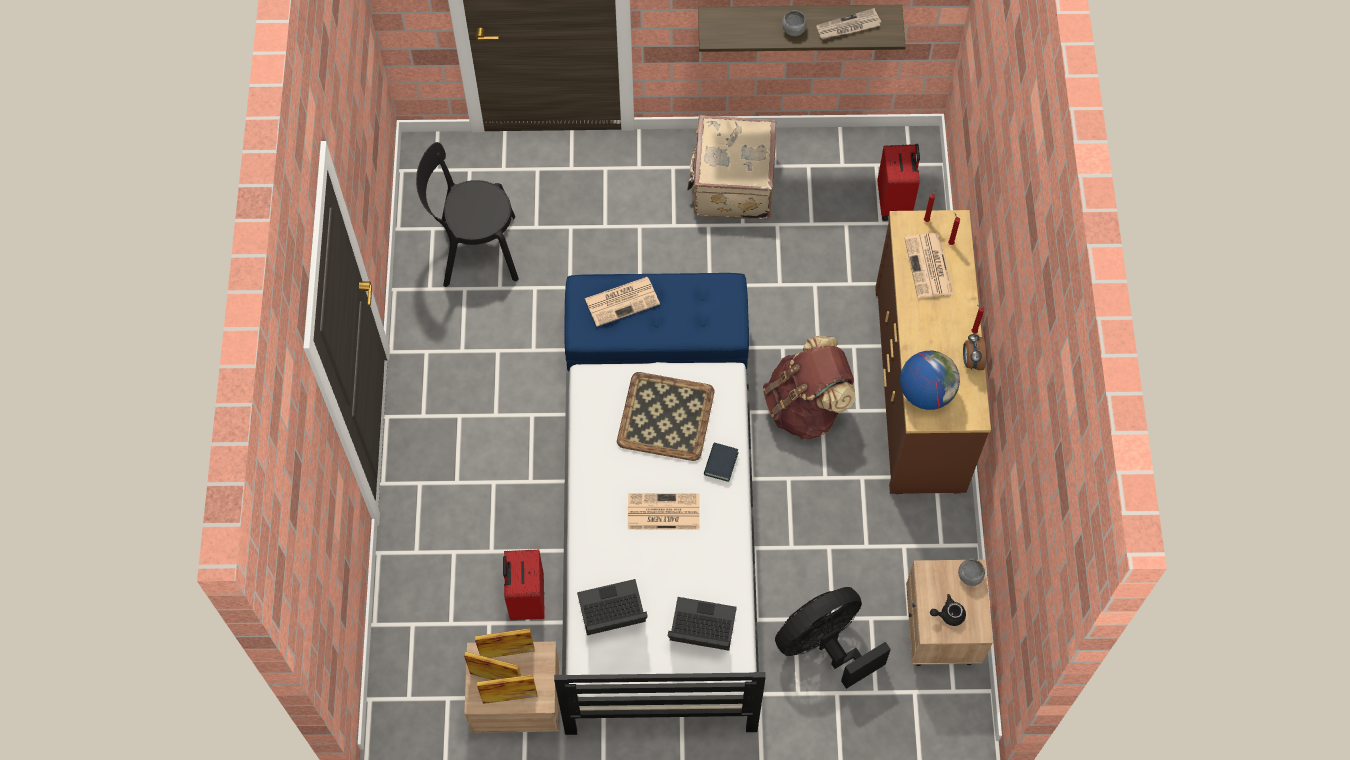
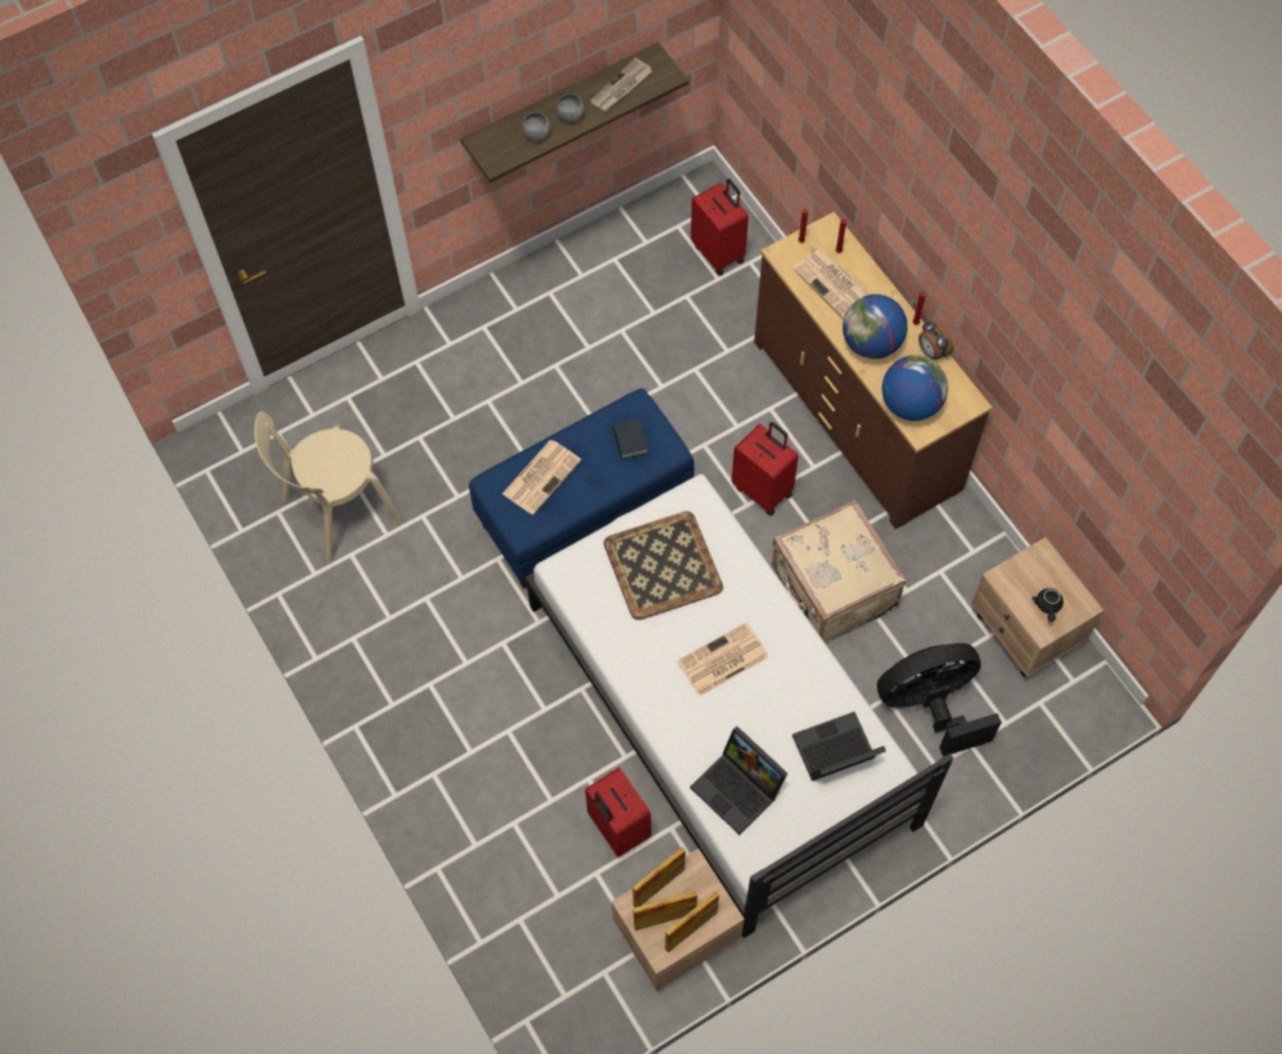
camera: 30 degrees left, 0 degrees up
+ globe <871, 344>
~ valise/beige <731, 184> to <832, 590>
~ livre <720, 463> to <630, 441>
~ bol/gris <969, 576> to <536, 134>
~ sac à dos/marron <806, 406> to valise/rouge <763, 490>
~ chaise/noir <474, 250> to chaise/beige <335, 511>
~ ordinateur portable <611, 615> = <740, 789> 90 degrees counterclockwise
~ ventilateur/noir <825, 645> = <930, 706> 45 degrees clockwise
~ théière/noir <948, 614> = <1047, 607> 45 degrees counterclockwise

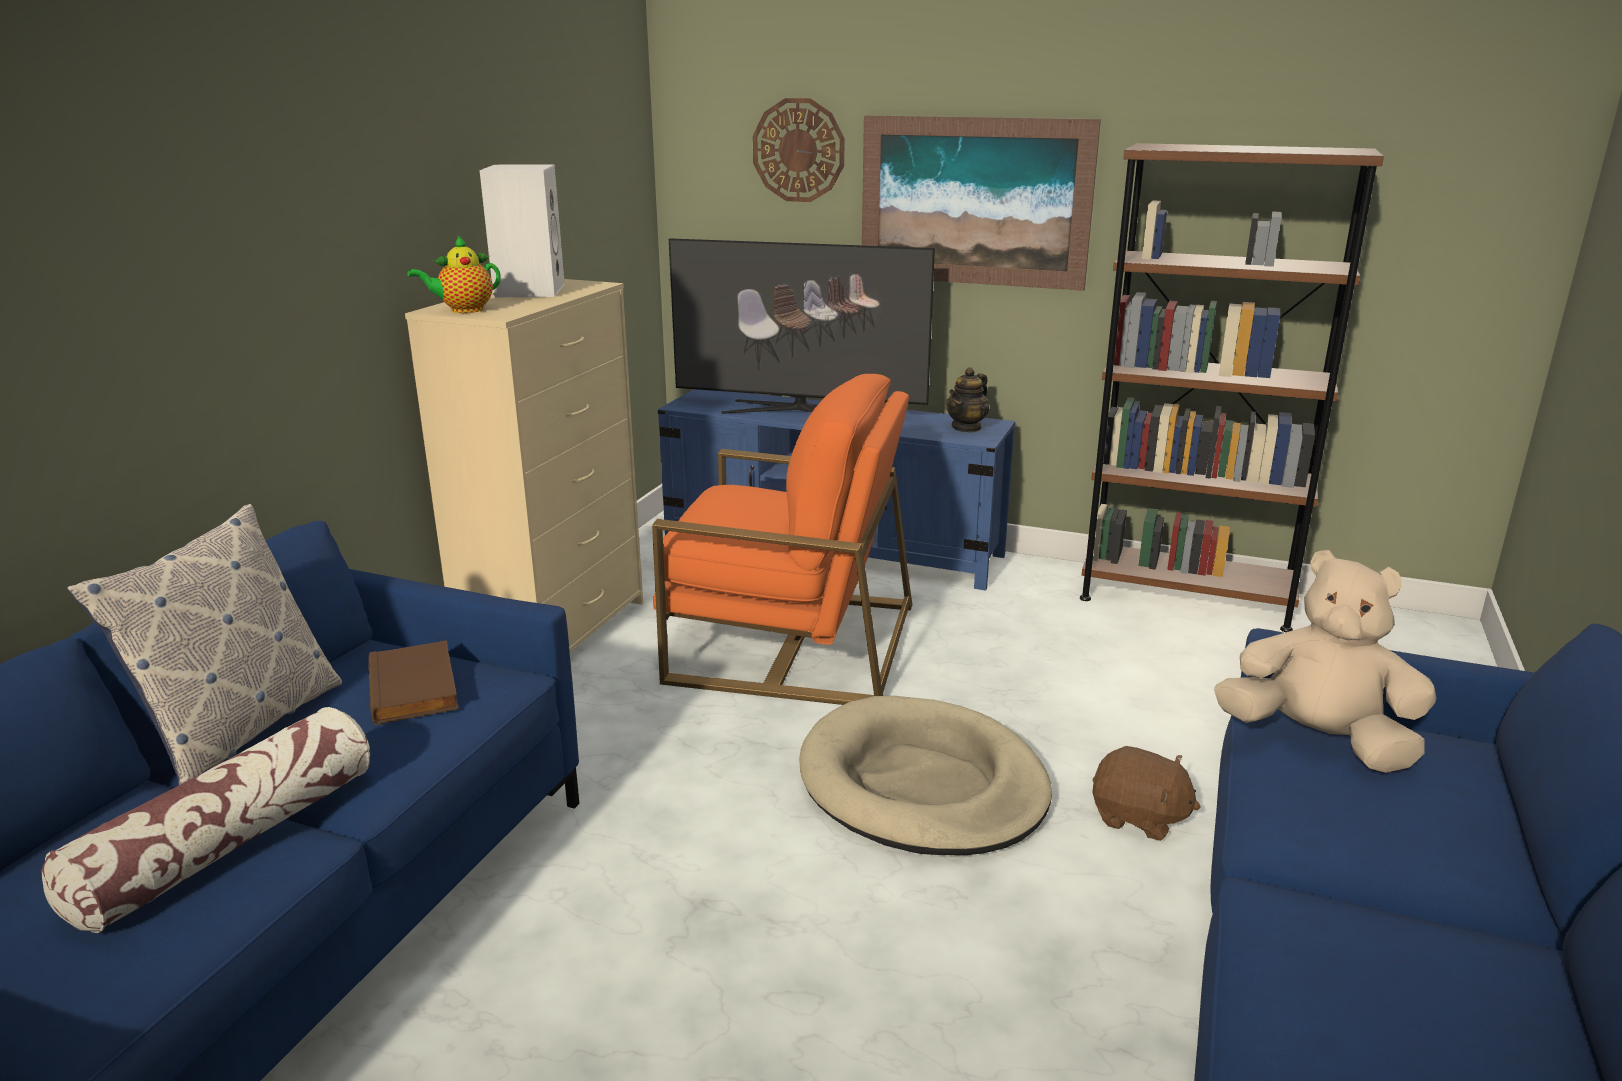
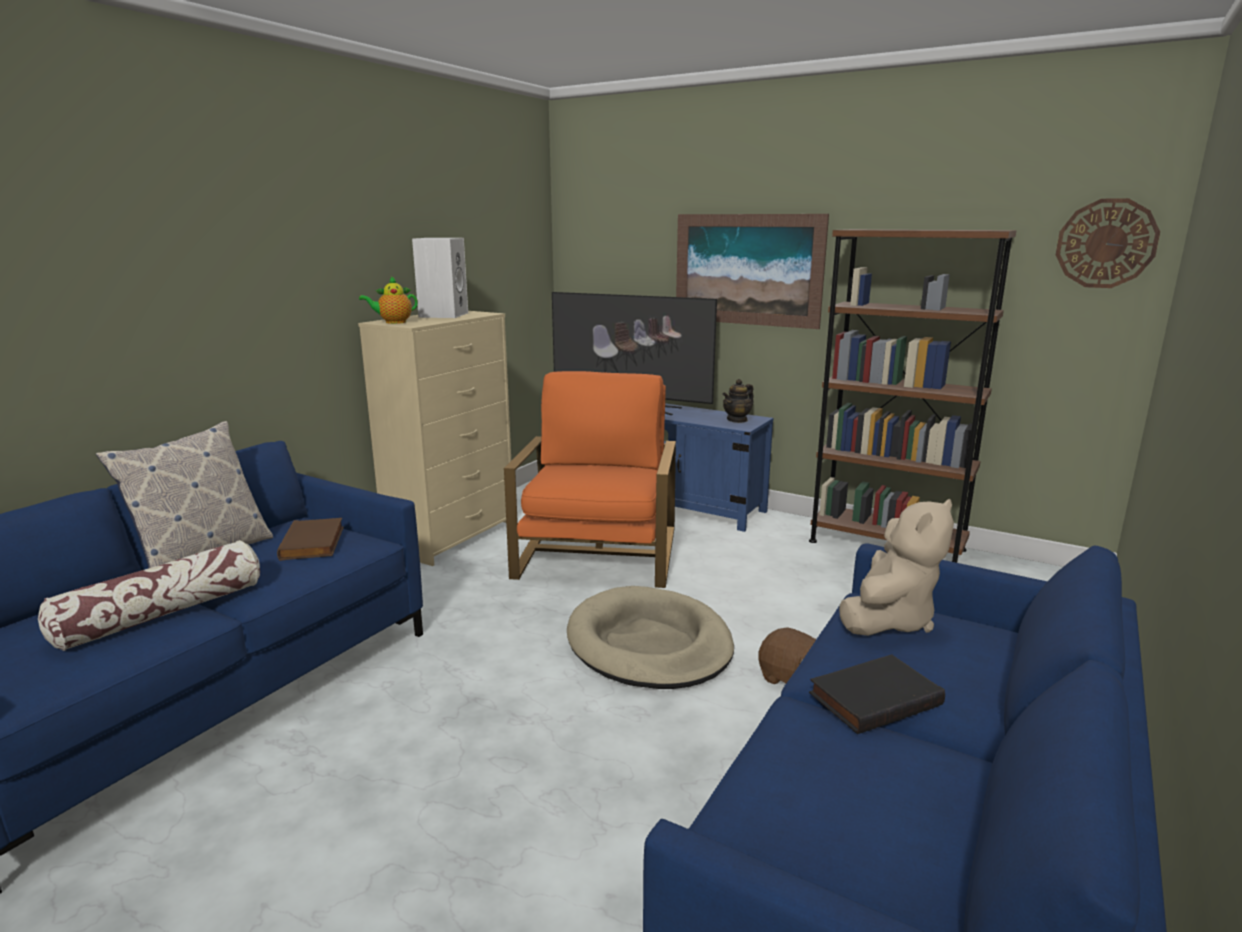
camera: 10 degrees right, 5 degrees down
+ livre/noir <873, 697>
~ horloge murale <798, 150> to <1106, 243>
~ fauteuil/orange <790, 642> = <598, 553> 105 degrees counterclockwise
~ peluche/beige <1317, 741> = <889, 620> 90 degrees clockwise

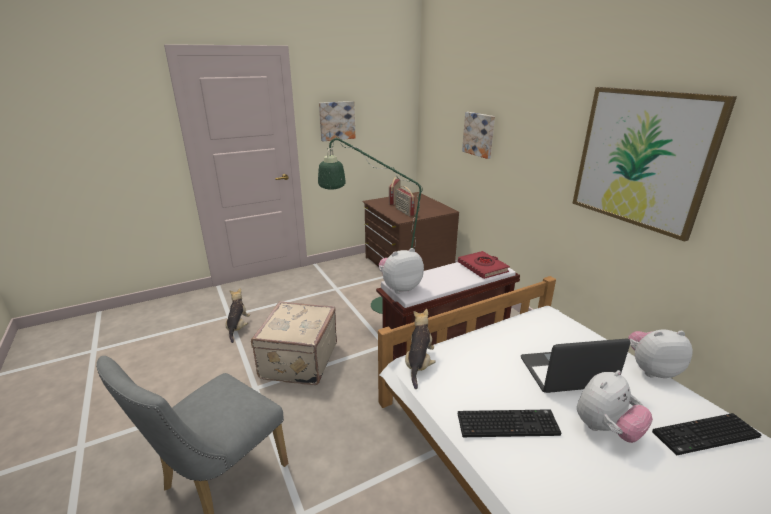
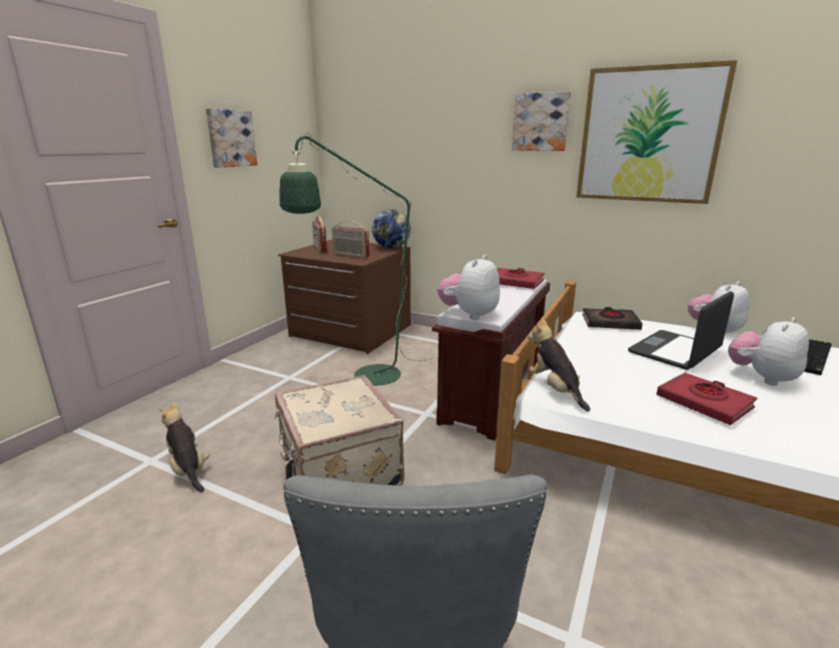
camera: 35 degrees left, 5 degrees down
+ globe <391, 247>
+ livre/noir <610, 323>
~ tableau <479, 134> to <541, 122>
~ clavier <508, 423> to livre/rouge <704, 402>
~ peluche <605, 429> = <762, 378> 150 degrees counterclockwise

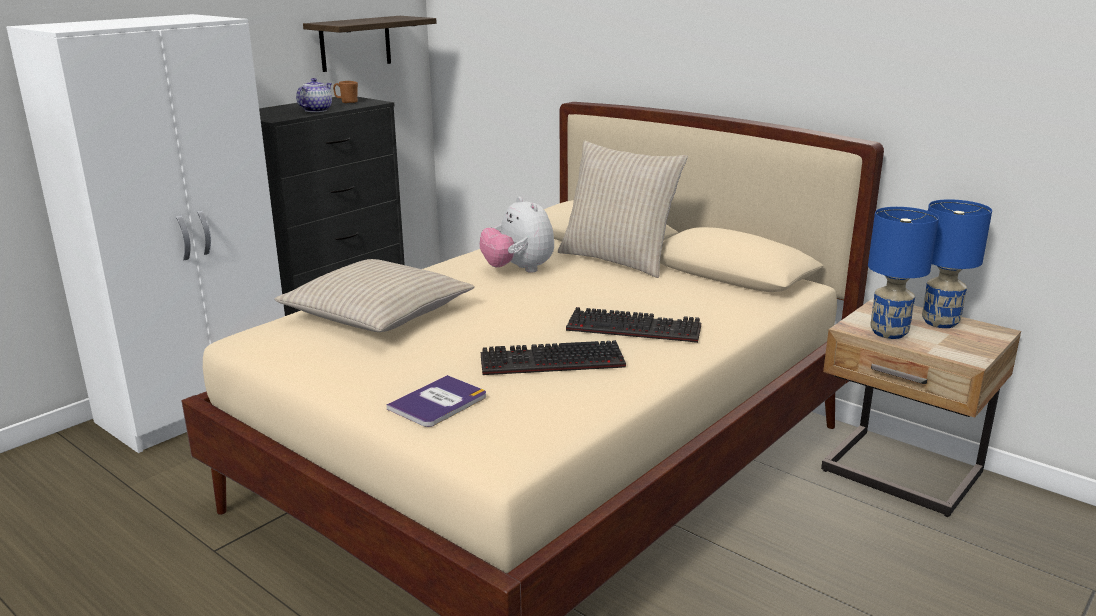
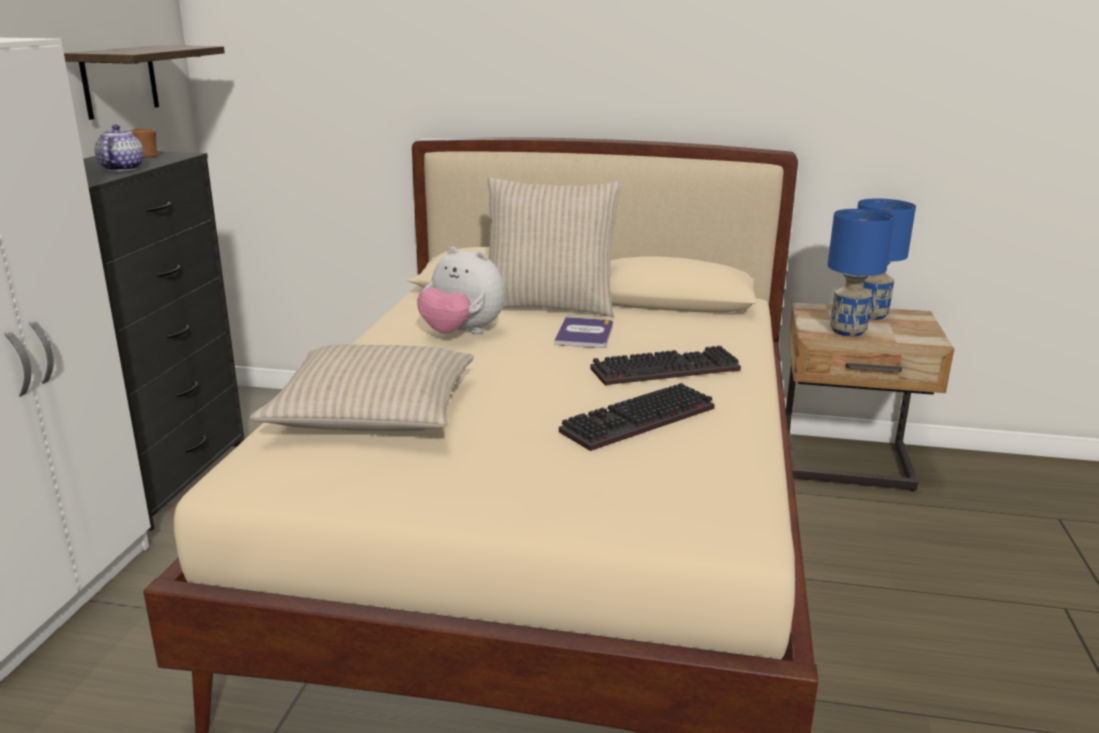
camera: 30 degrees left, 0 degrees up
~ livre <438, 403> to <584, 334>

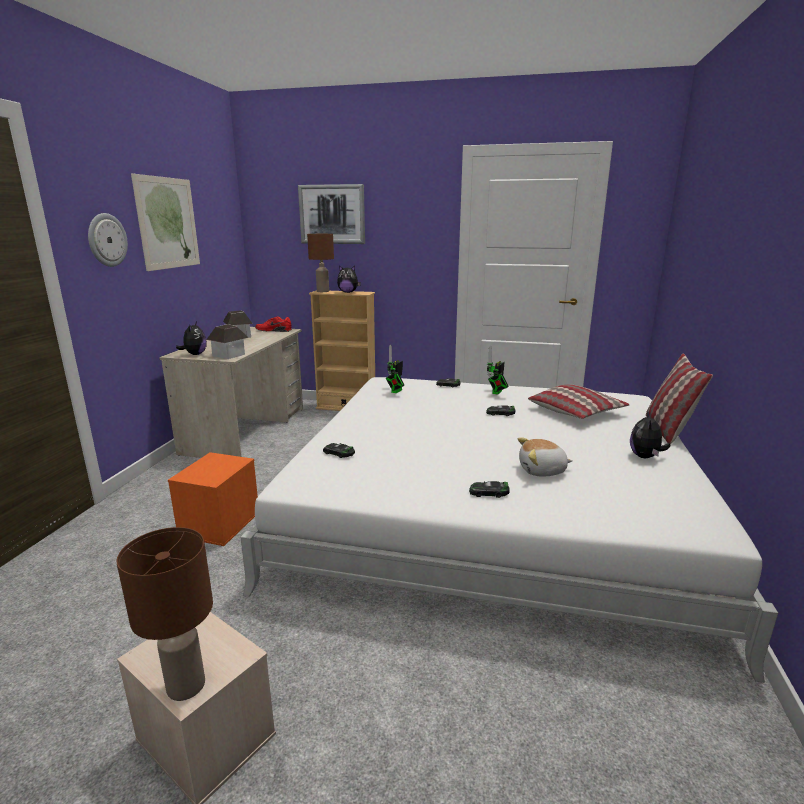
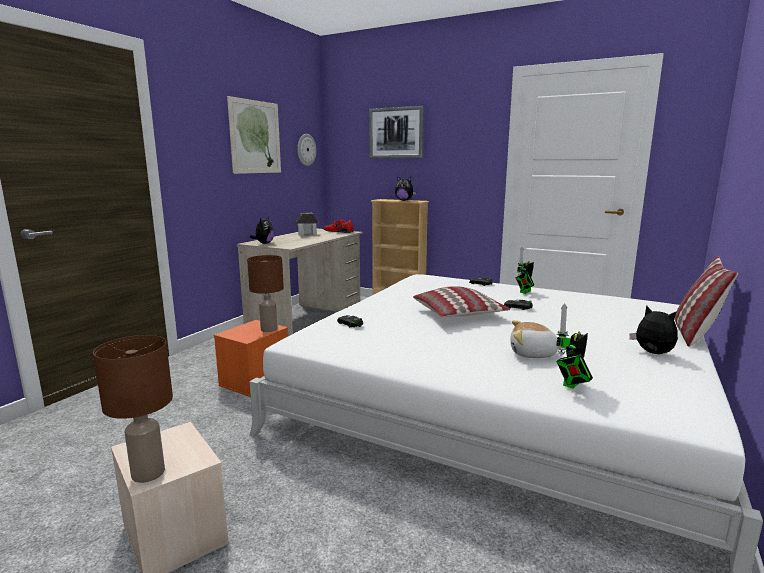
camera: 15 degrees right, 5 degrees down
- maison miniature <229, 355>
- petite voiture <489, 493>
~ horloge murale <106, 240> to <306, 149>
~ lampe de table/marron <322, 291> to <269, 329>
~ robot jouet <395, 391> to <570, 385>
~ coussin <576, 412> to <459, 314>
~ peluche <645, 457> = <652, 353> 105 degrees clockwise

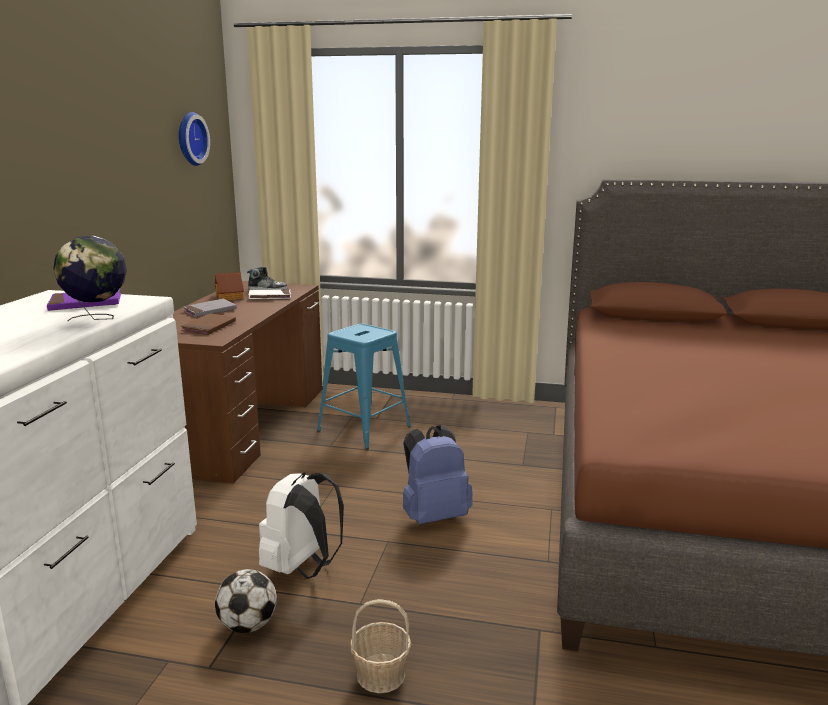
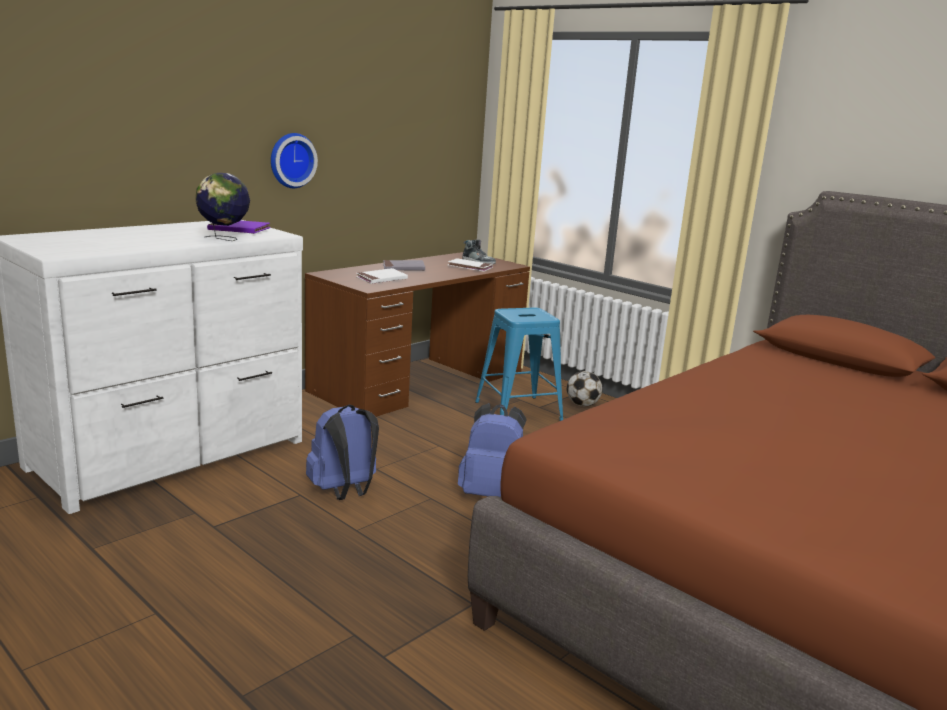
camera: 30 degrees right, 0 degrees up
- maison miniature <230, 296>
- panier <380, 674>
~ horloge murale <190, 139> to <291, 160>
~ ballon de foot <248, 625> to <582, 405>
~ livre/marron <209, 327> to livre/blanc <381, 279>
~ sac à dos/blanc <302, 568> to sac à dos/bleu <344, 492>

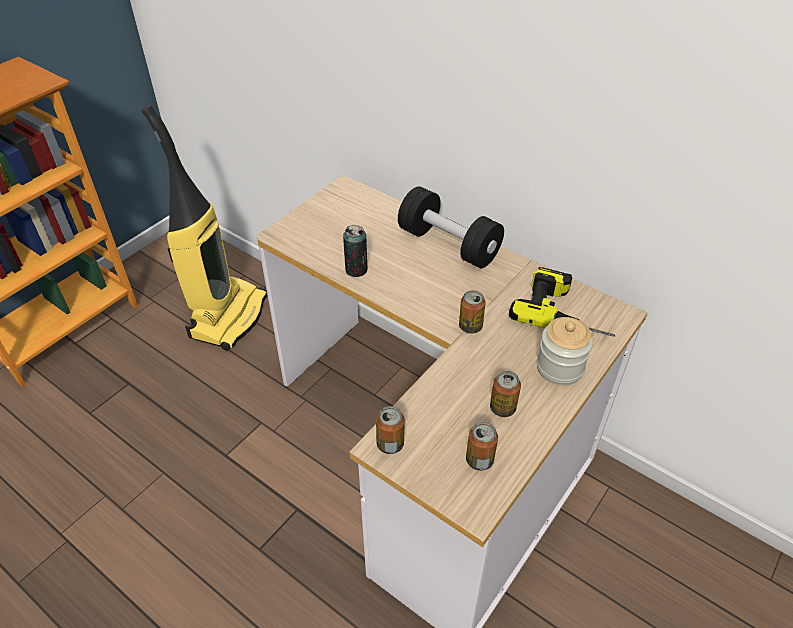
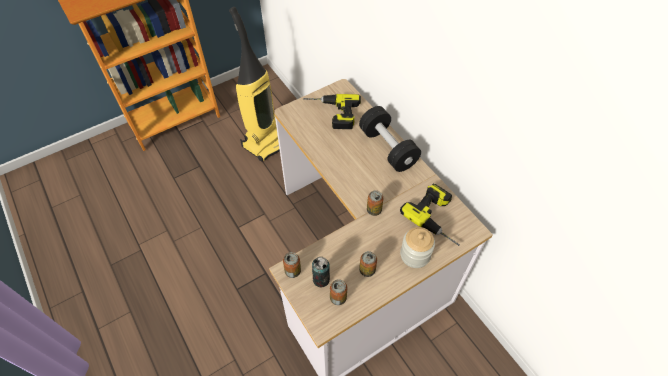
camera: 20 degrees right, 10 degrees up
+ perceuse <331, 114>
~ boîte métallique <356, 270> to <321, 279>

